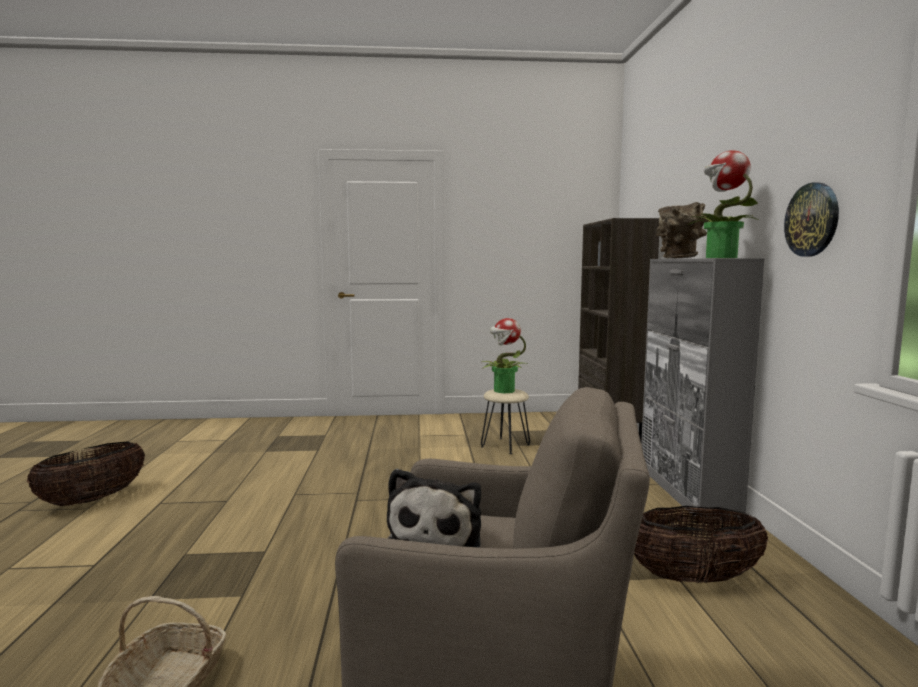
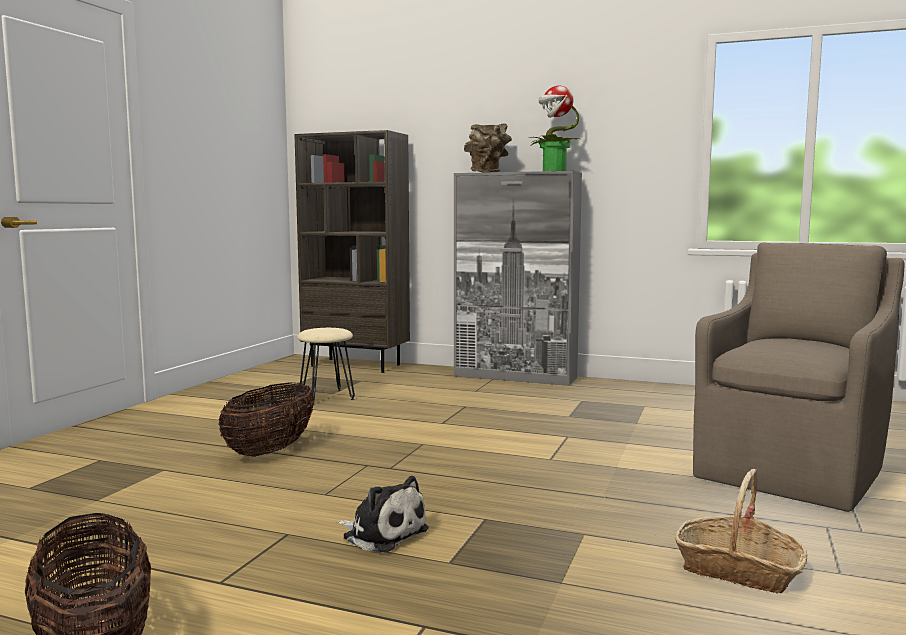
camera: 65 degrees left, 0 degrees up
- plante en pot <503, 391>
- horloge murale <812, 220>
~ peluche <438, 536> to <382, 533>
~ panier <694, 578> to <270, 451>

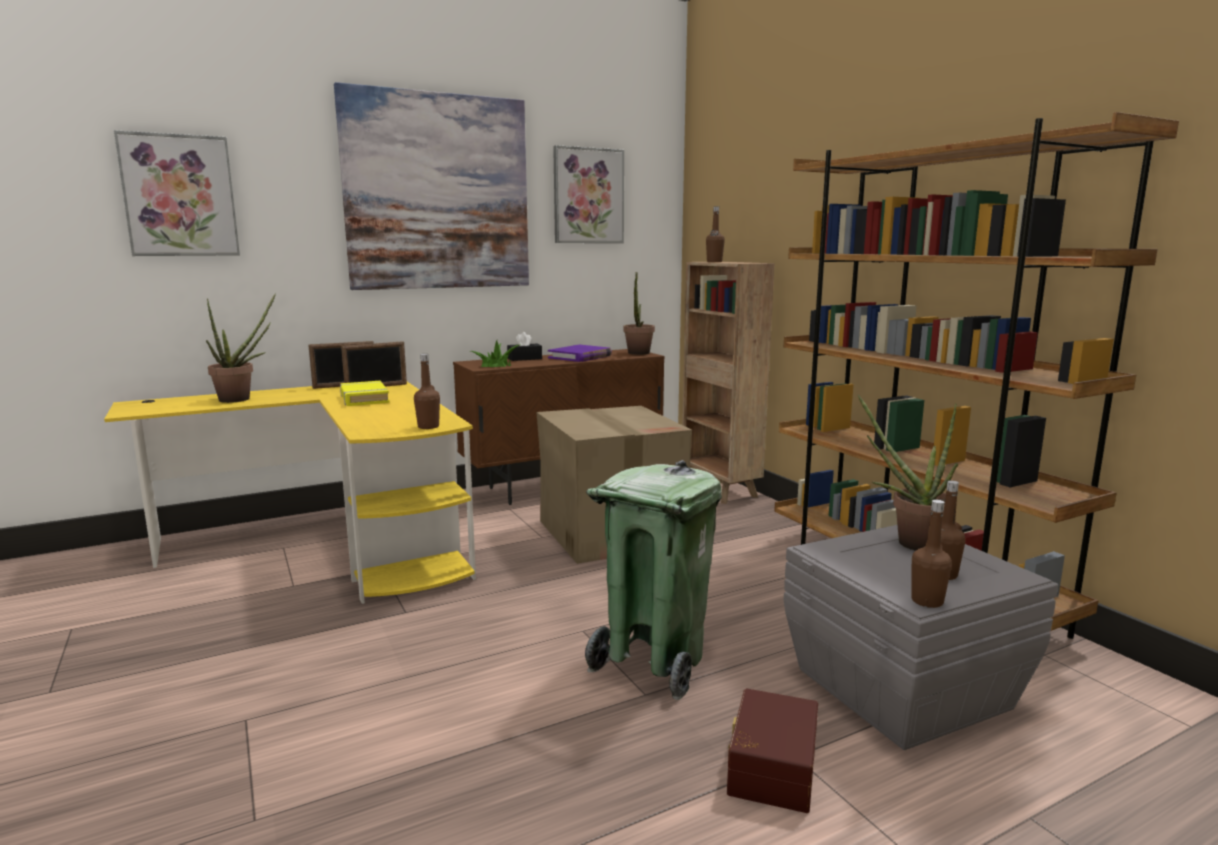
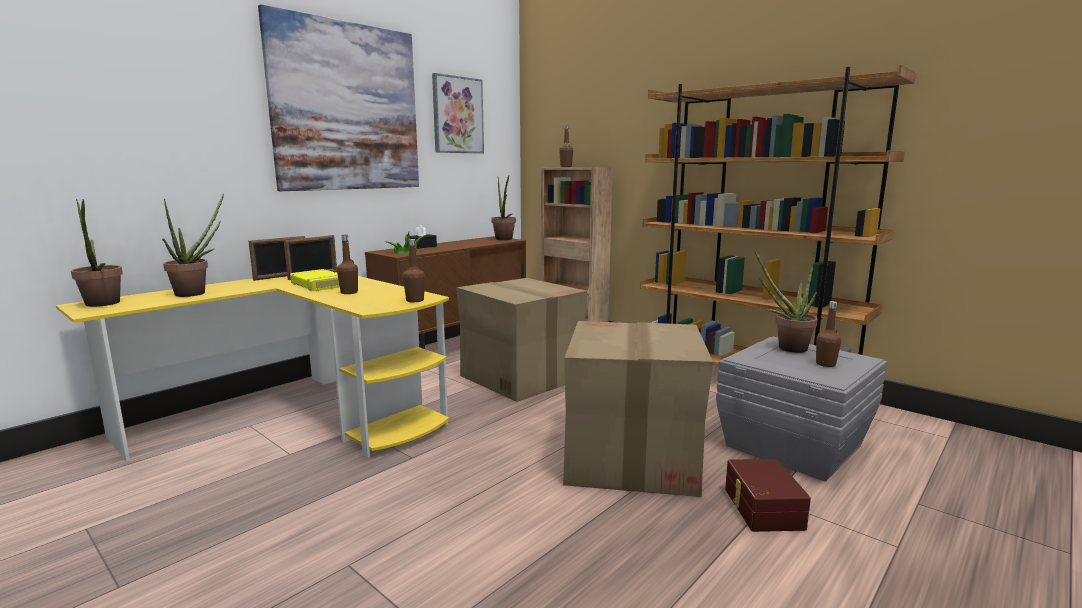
camera: 20 degrees left, 0 degrees up
- tableau <180, 196>
- livre/violet <580, 357>
+ plante en pot <102, 304>
~ bouteille/marron <927, 601> to <349, 292>
~ poubelle/vert <654, 661> to carton <631, 458>

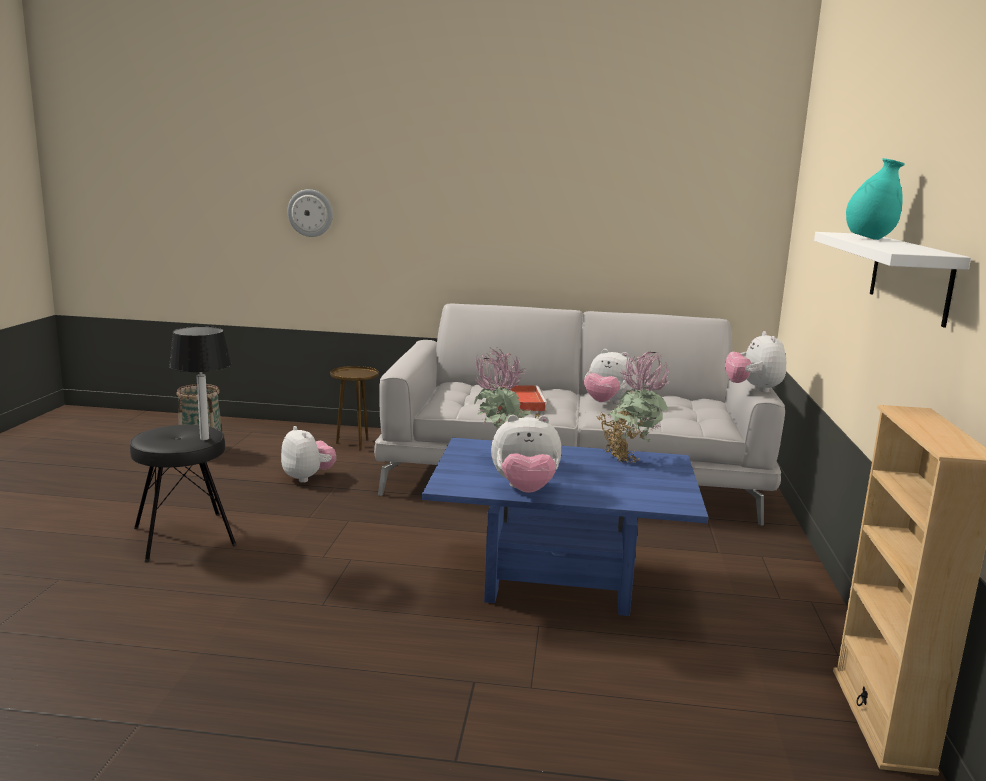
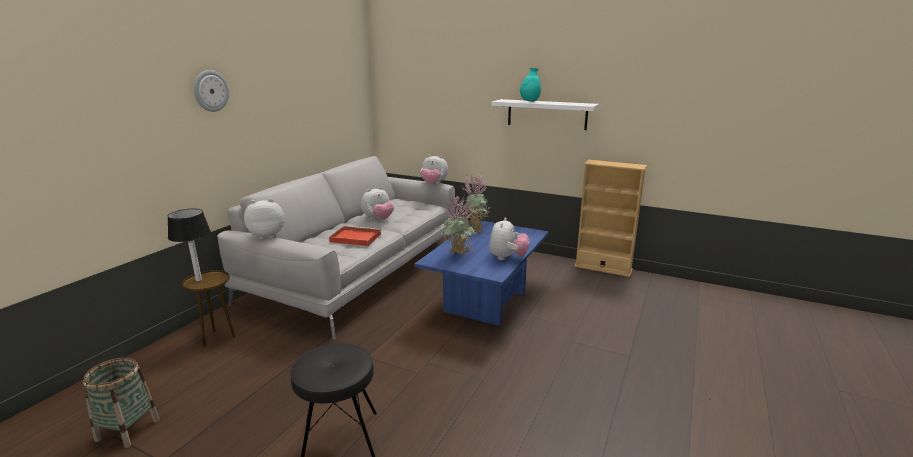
camera: 70 degrees left, 5 degrees up
~ lampe de table <205, 439> to <199, 280>
~ peluche <308, 477> to <267, 235>
~ horloge murale <310, 213> to <210, 91>

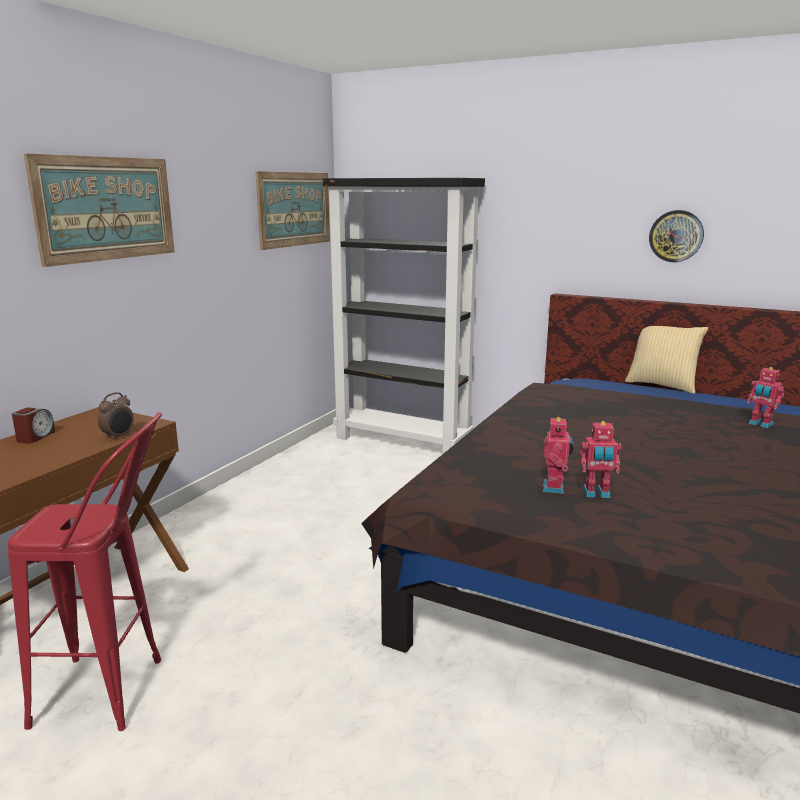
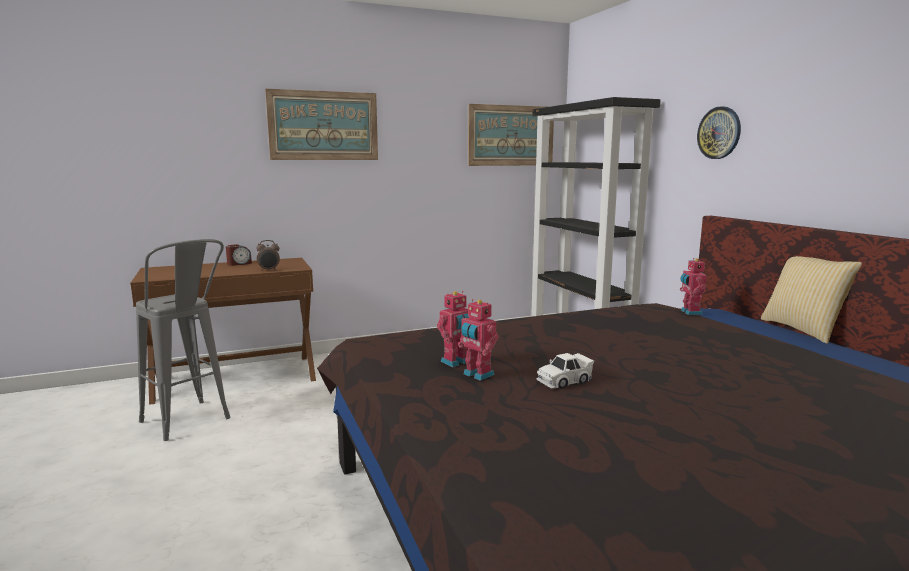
camera: 40 degrees right, 5 degrees down
+ petite voiture/blanc <564, 381>
~ horloge murale <676, 236> to <719, 133>
~ robot jouet <760, 424> to <690, 312>
~ tabouret/rouge <118, 693> to tabouret/gris <191, 424>

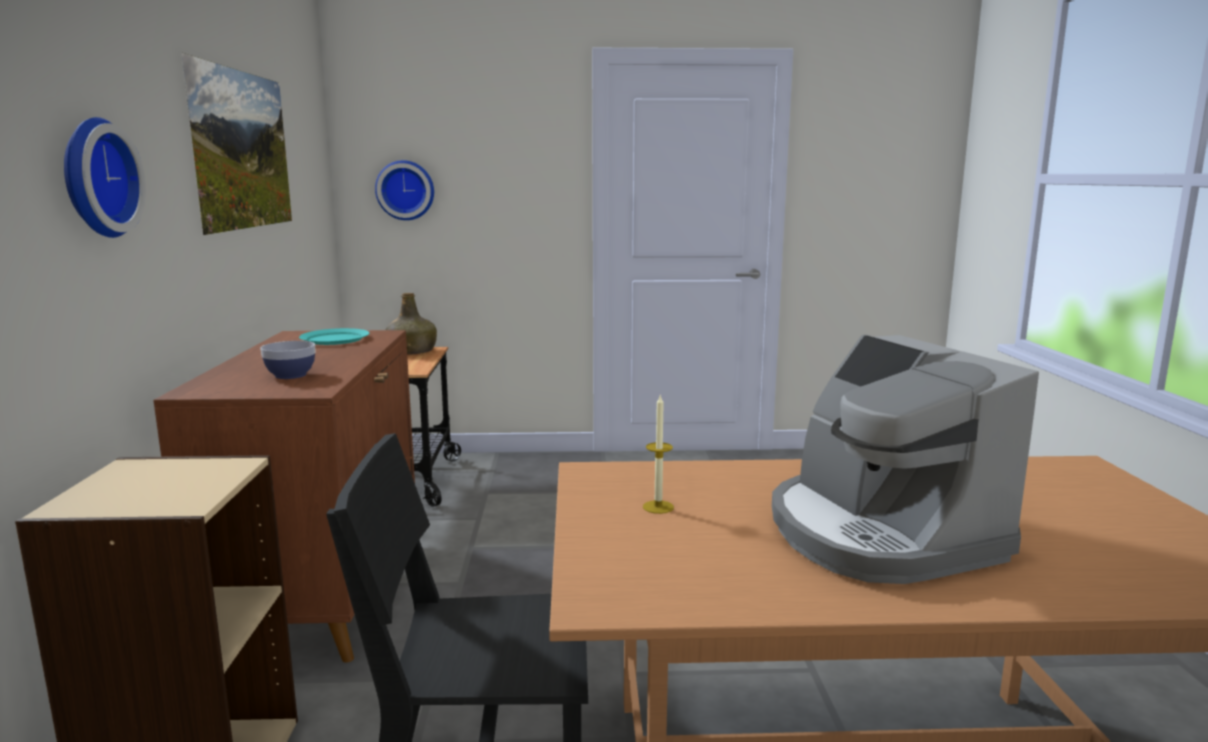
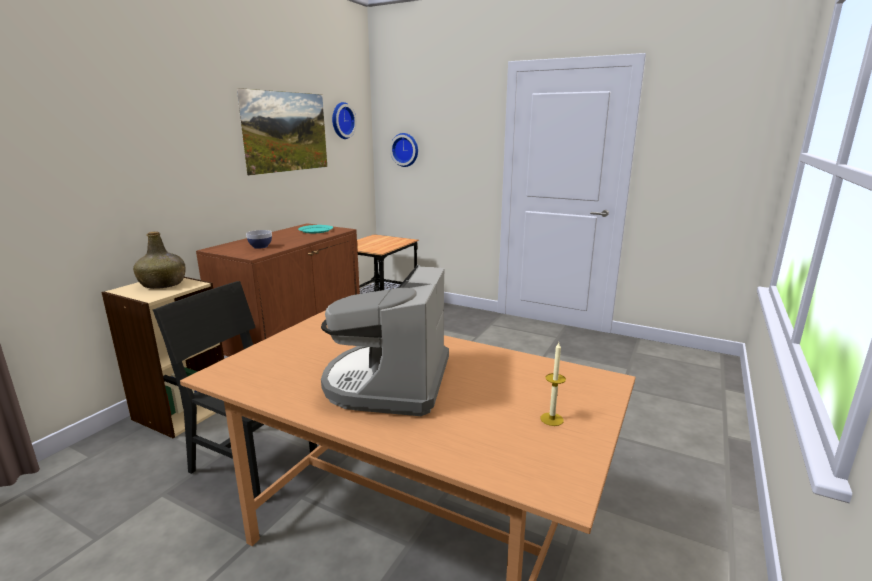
camera: 30 degrees right, 5 degrees up
~ horloge murale <94, 178> to <341, 120>
~ bouteille/vert <412, 351> to <163, 284>
~ bougie <658, 507> to <551, 419>

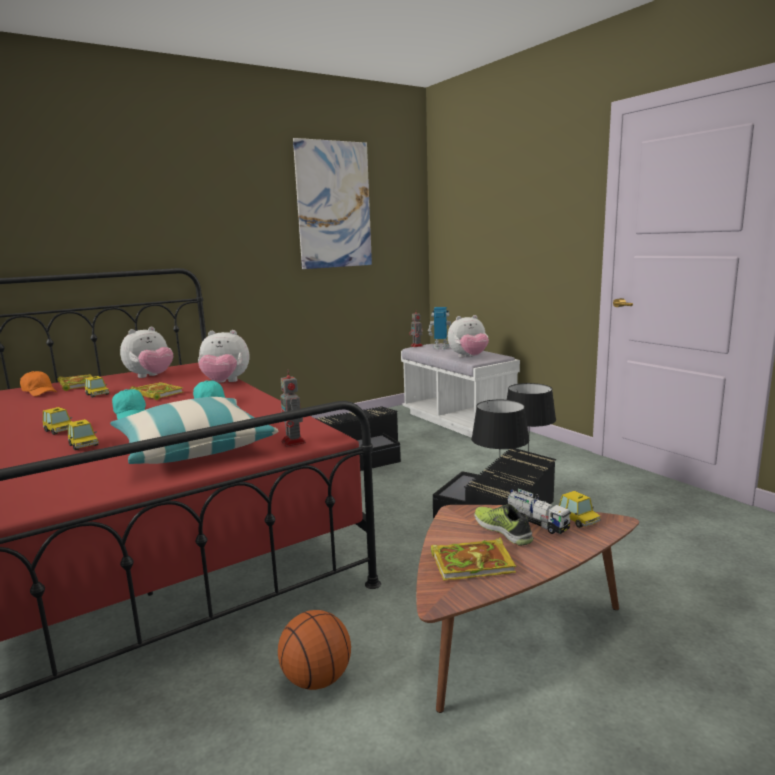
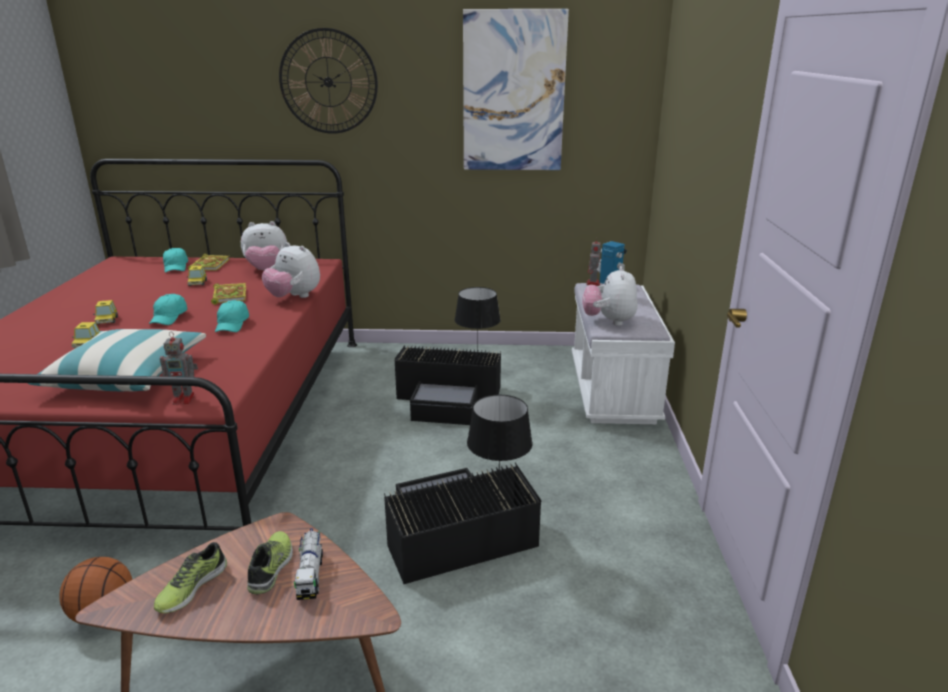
camera: 35 degrees right, 10 degrees up
- petite voiture <578, 520>
+ horloge murale <328, 82>
~ lampe de table/noir <499, 487> to <477, 357>
~ livre <474, 563> to chaussure <191, 587>
~ casquette/orange <39, 392> to casquette/turquoise <176, 267>
~ robot jouet <294, 442> = <185, 399> 105 degrees counterclockwise
~ peluche <468, 357> = <609, 321> 75 degrees clockwise

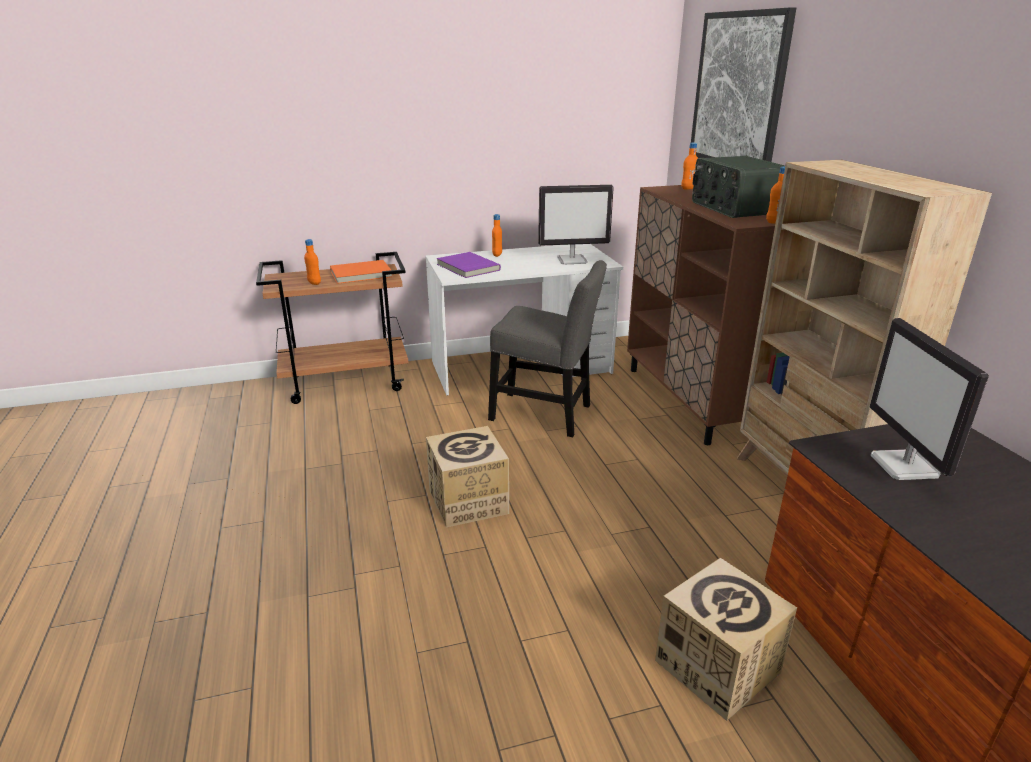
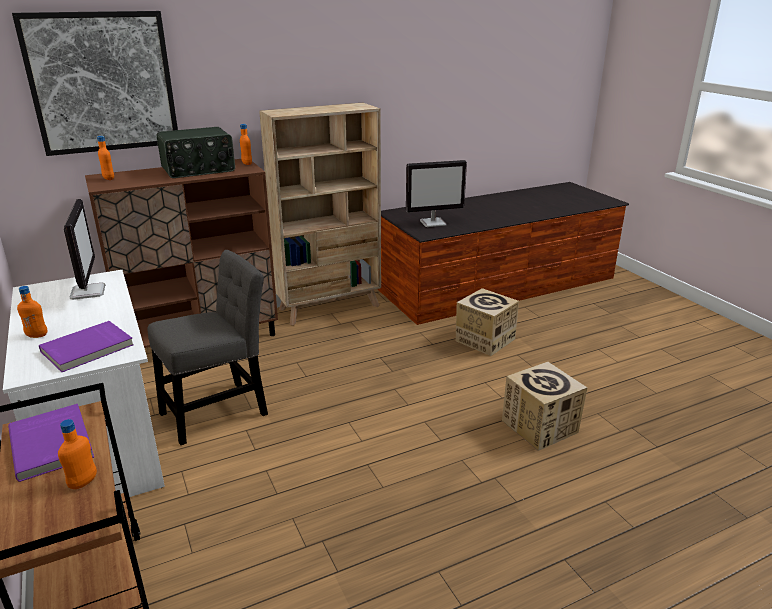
camera: 100 degrees left, 0 degrees up
~ carton <468, 502> to <540, 426>
~ livre/orange <361, 274> to livre/violet <53, 443>
~ chaise/gris <545, 414> = <219, 411> 45 degrees clockwise

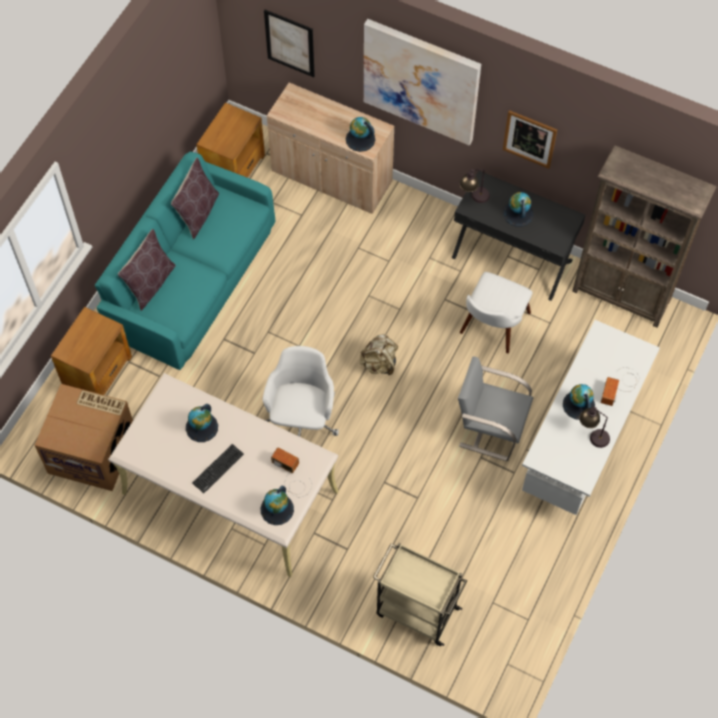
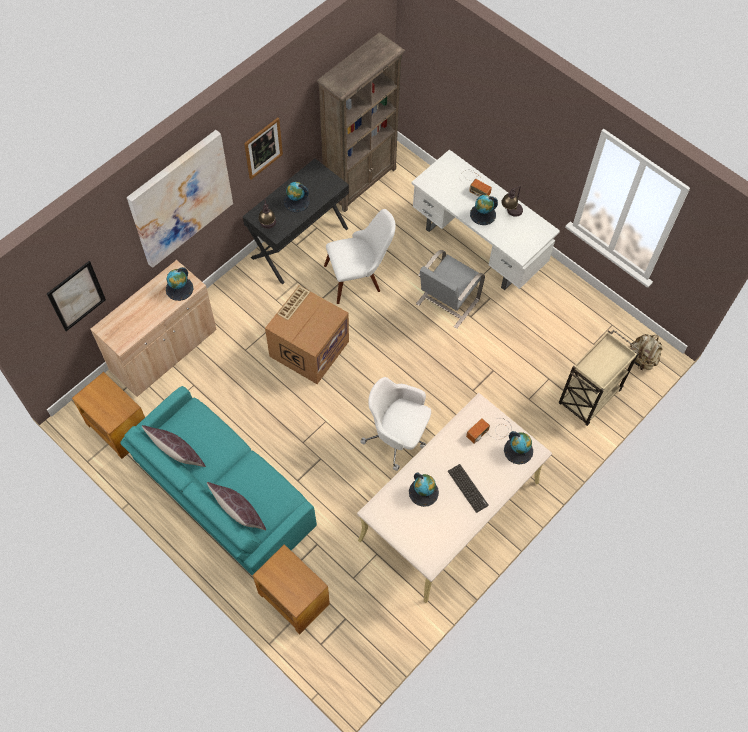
camera: 75 degrees left, 0 degrees up
~ carton <93, 451> to <309, 347>
~ sac à dos/beige <379, 363> to <642, 359>
~ chaise/blanc <491, 329> = <359, 276> 60 degrees counterclockwise

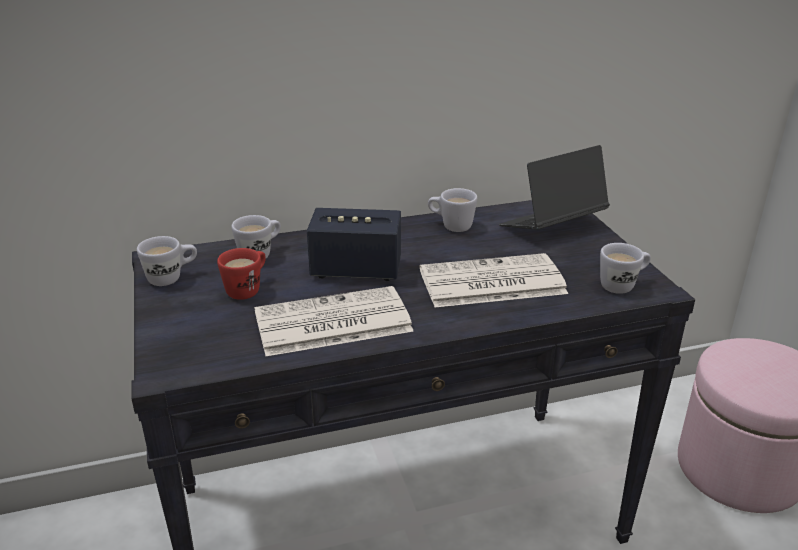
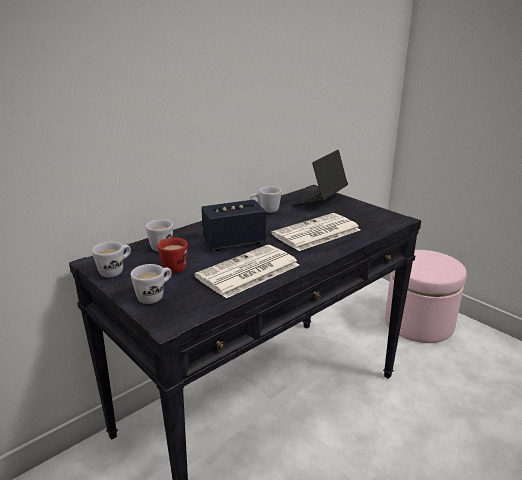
camera: 25 degrees left, 5 degrees down
~ mug/blanc <622, 285> to <155, 296>

